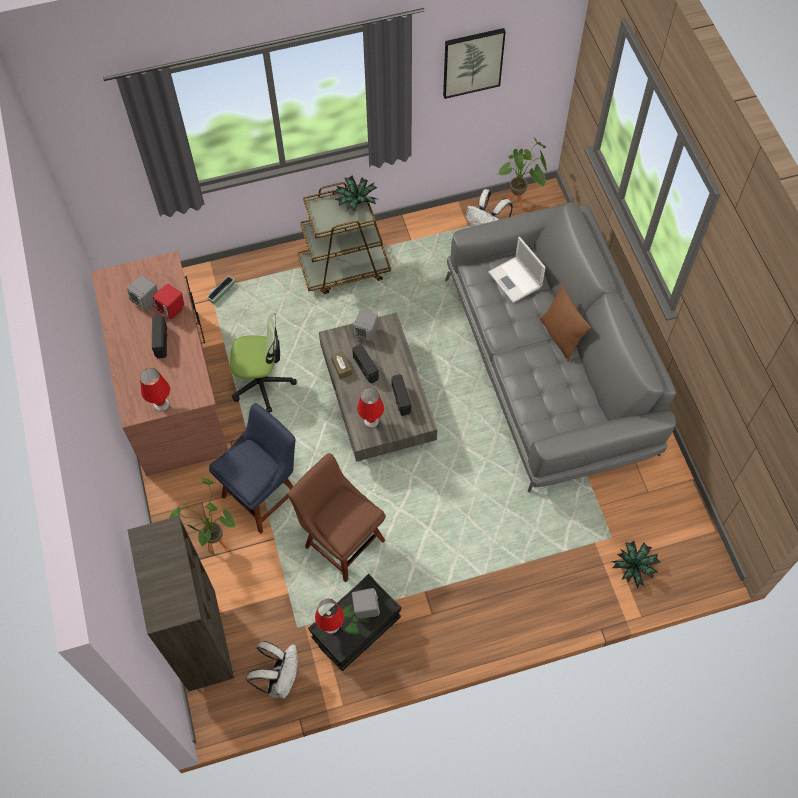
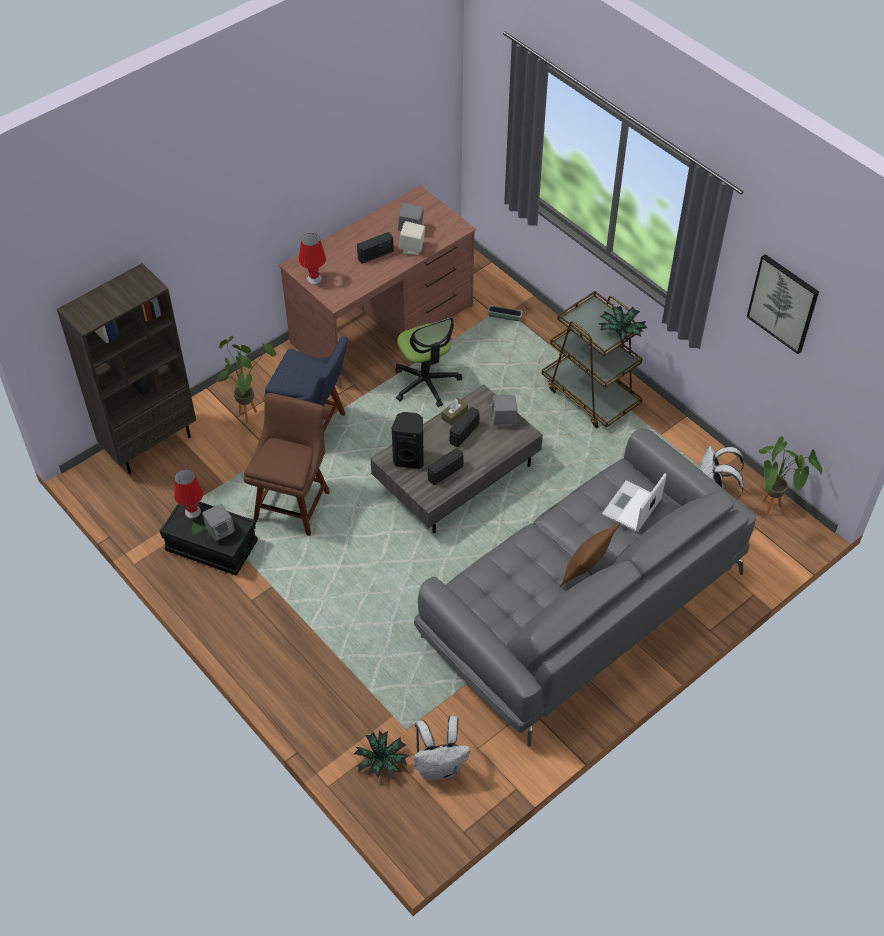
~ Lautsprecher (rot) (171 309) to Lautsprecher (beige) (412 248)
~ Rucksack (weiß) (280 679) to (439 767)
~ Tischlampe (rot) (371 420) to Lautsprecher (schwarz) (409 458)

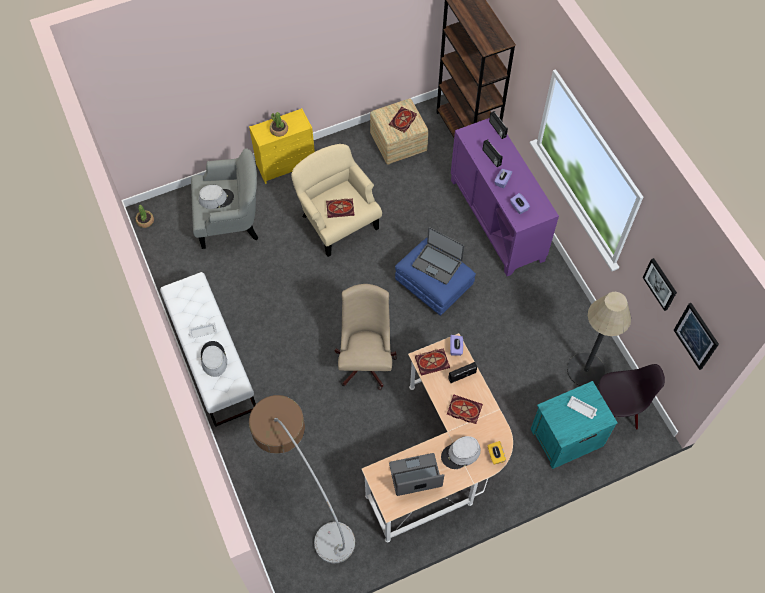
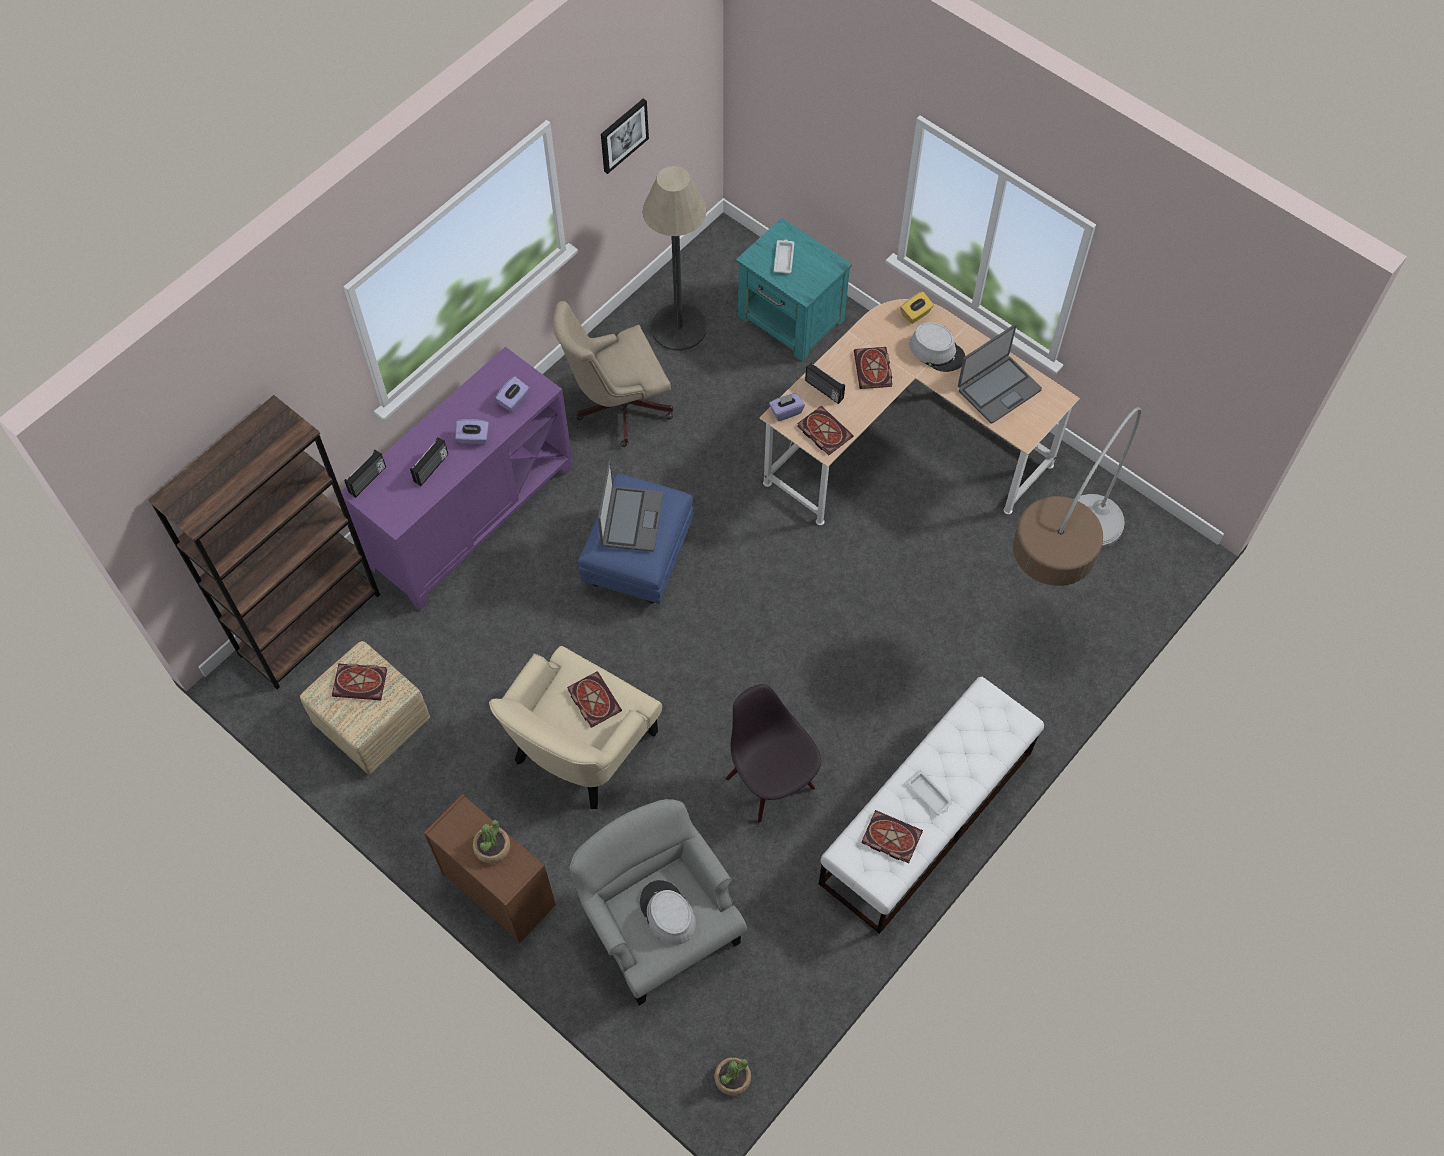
- Hut (grau) (213 359)
~ Kommode (gelb) (286 164) to Kommode (braun) (497 888)
~ Bürostuhl (beige) (366 359) to (617 407)
~ Laptop (415 476) = (998 389) 90 degrees counterclockwise
~ Stuhl (schwarz) (616 410) to (771 782)
- Bild (696 336)
+ Buch (889 838)

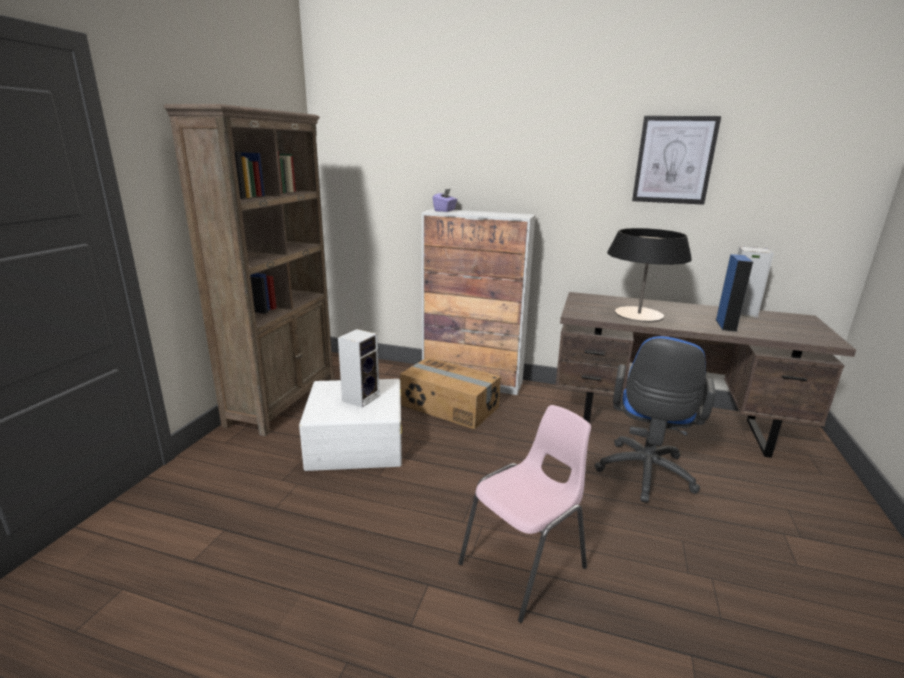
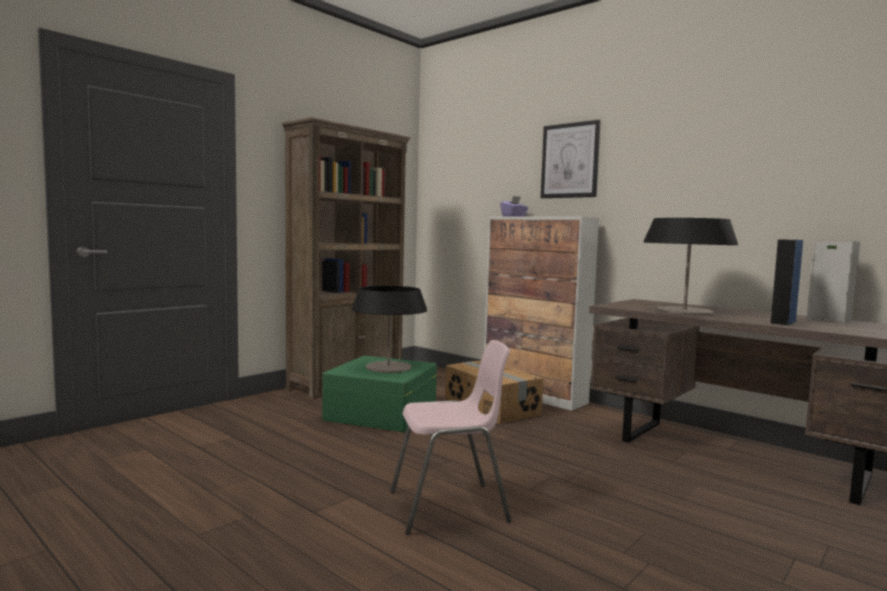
~ Aufbewahrungsbox (weiß) (356 442) to Aufbewahrungsbox (grün) (380 413)
~ Lautsprecher (361 397) to Tischlampe (388 367)
- Bürostuhl (blau) (644 475)
~ Bild (674 160) to (570 160)

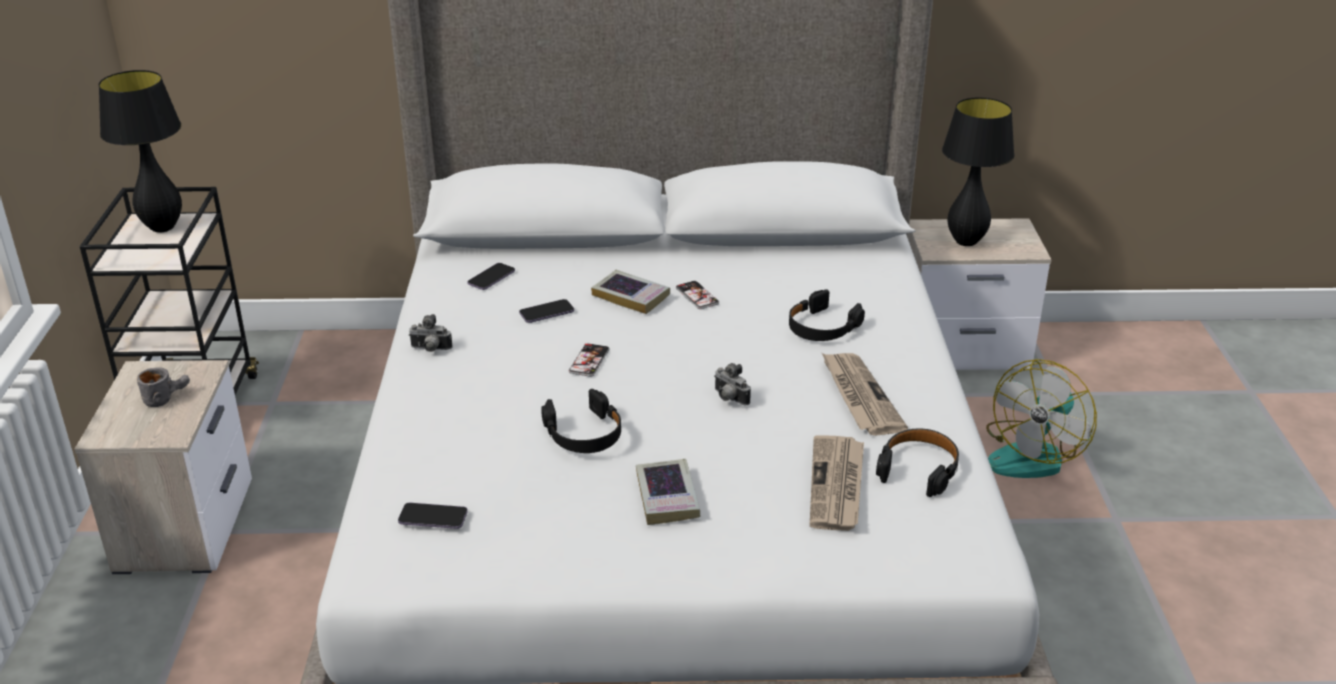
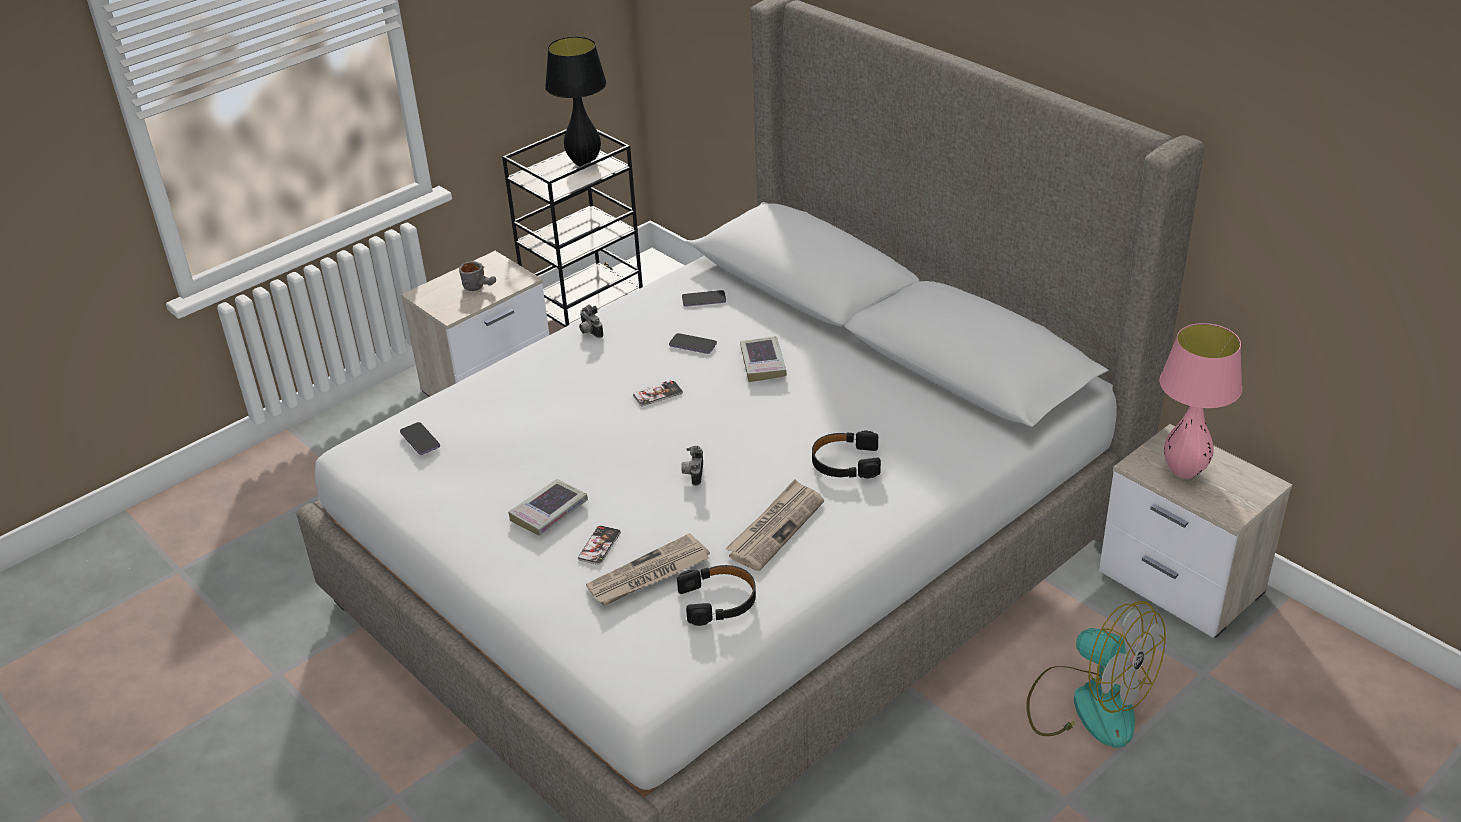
- Kopfhörer (schwarz) (584 433)
~ Handy (697 296) to (599 546)
~ Tischlampe (schwarz) (966 242) to Tischlampe (rosa) (1184 472)
~ Ventilator (1033 454) = (1088 704) 135 degrees counterclockwise

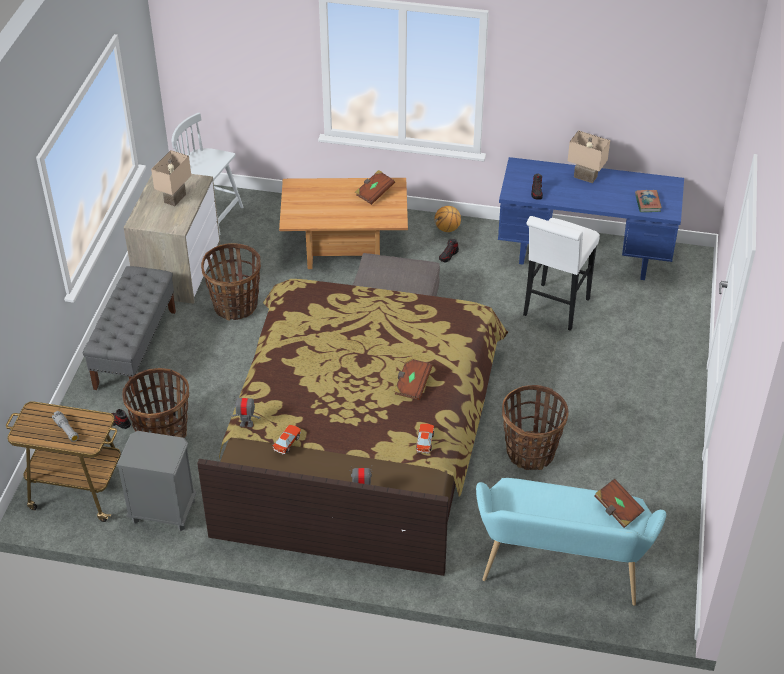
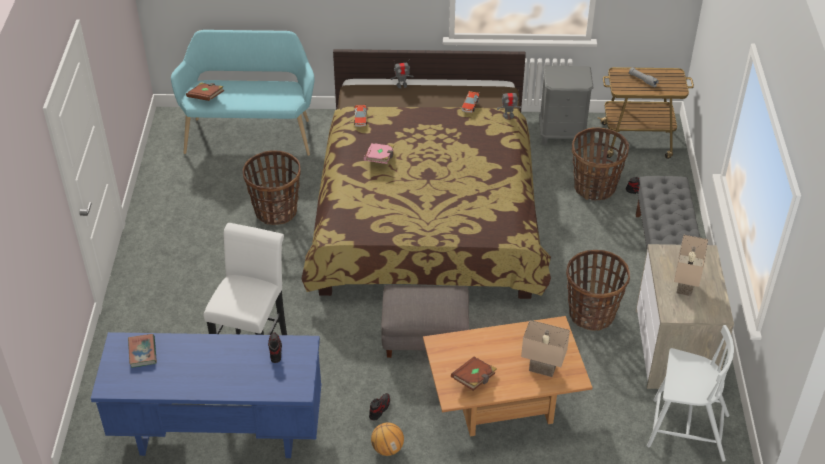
~ Buch (braun) (412 385) to Buch (rosa) (380 159)
~ Tischlampe (beige) (586 176) to (541 369)

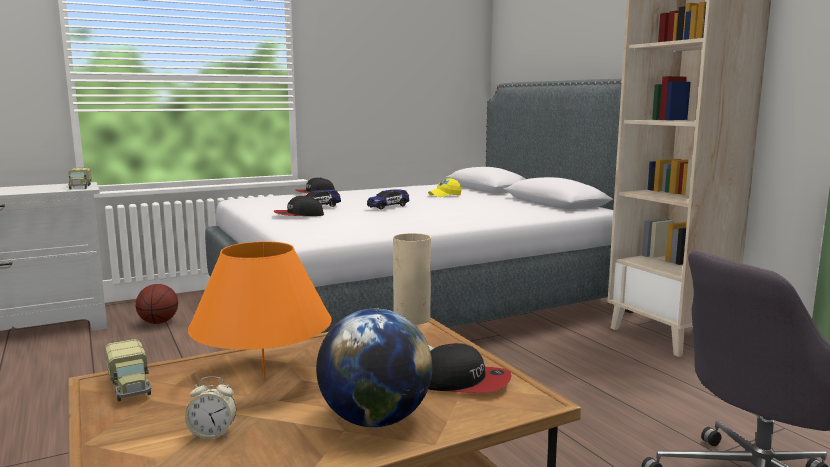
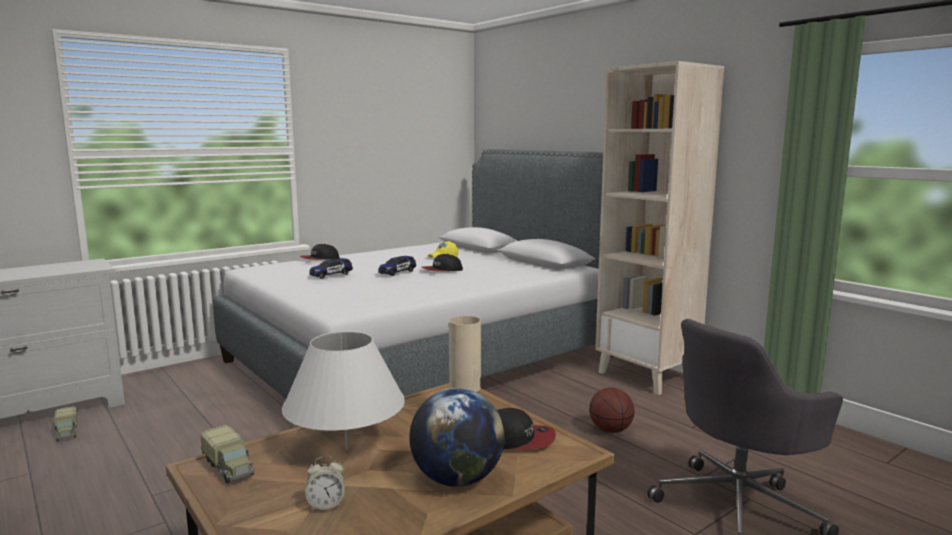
~ Spielzeuglaster (80 187) to (67 432)
~ Basketball (158 322) to (610 430)
~ Tischlampe (orange) (265 377) to Tischlampe (weiß) (347 449)
~ Kappe (298 215) to (442 270)

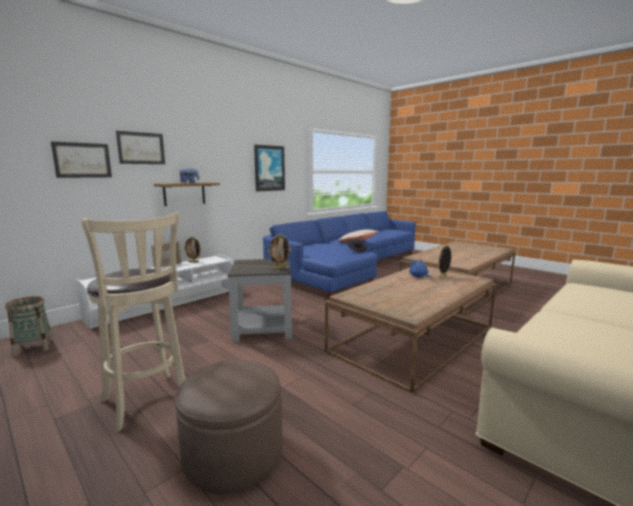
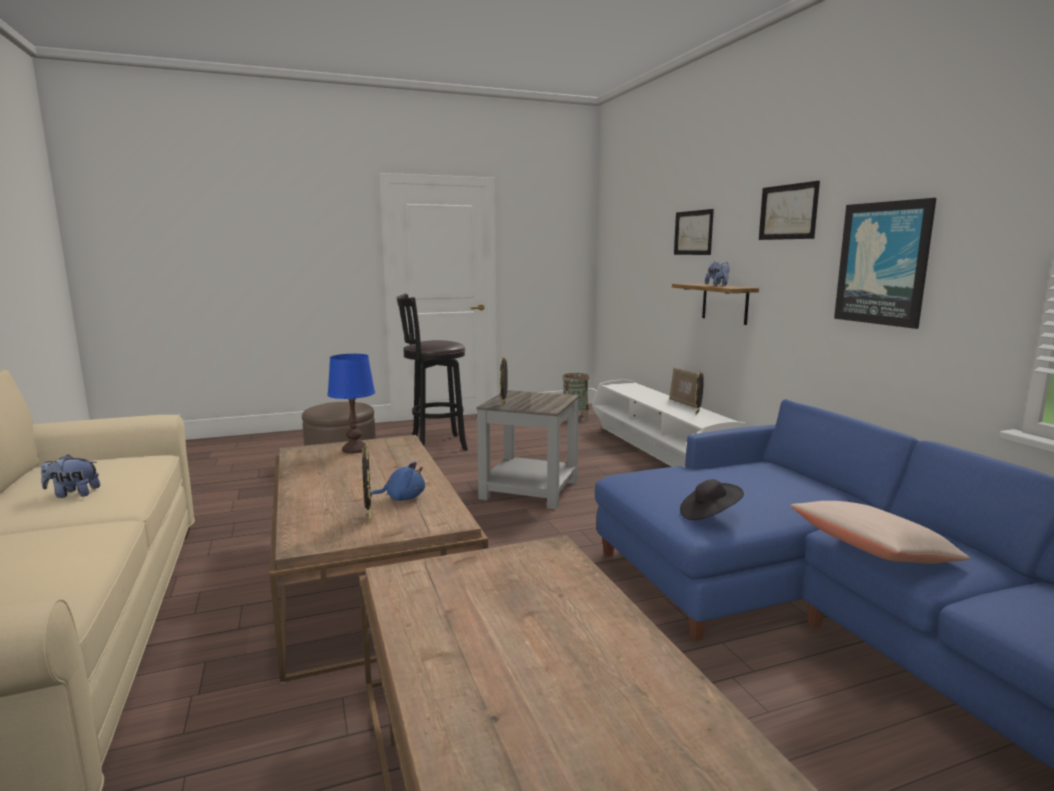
~ Bild (82 160) to (788 212)
~ Hocker (beige) (148 402) to Hocker (schwarz) (435 445)
+ Plüschtier (73 494)
+ Tischlampe (blau) (354 449)

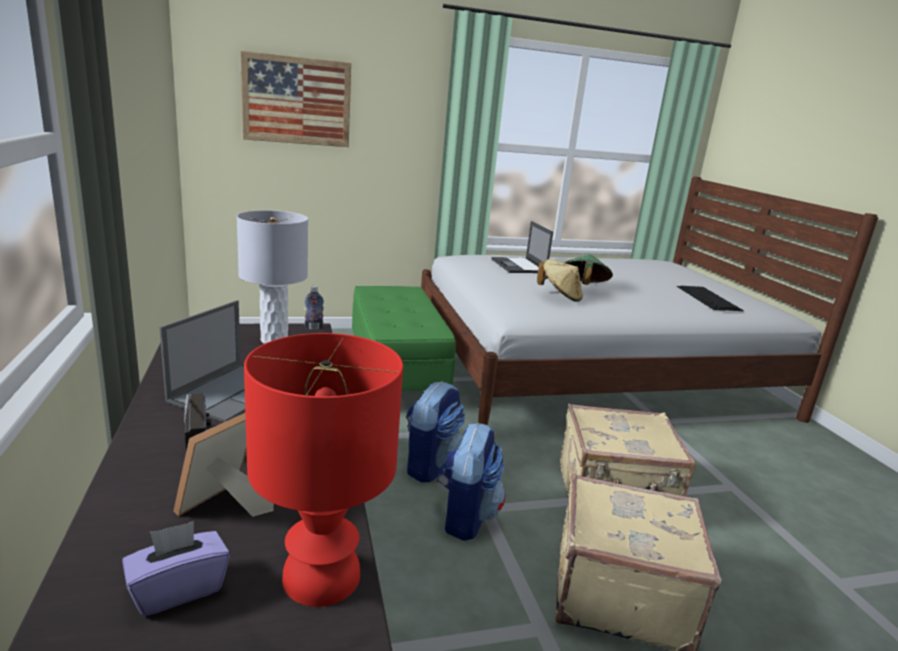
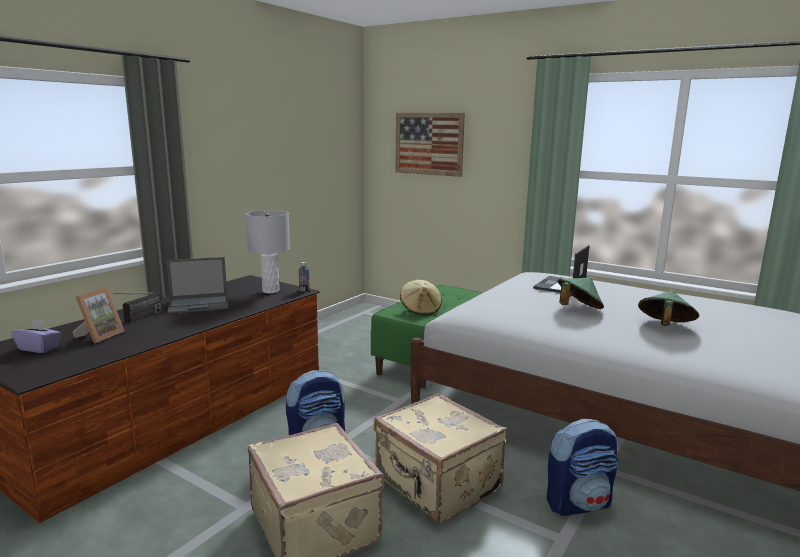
~ Bilderrahmen (224 507) = (99 336) 120 degrees clockwise
- Tischlampe (rot) (322 578)
~ Rucksack (431 465) to (578 503)
~ Hut (beige) (559 296) to (420 310)
- Tastatur (709 298)
+ Hut (grün) (664 326)

